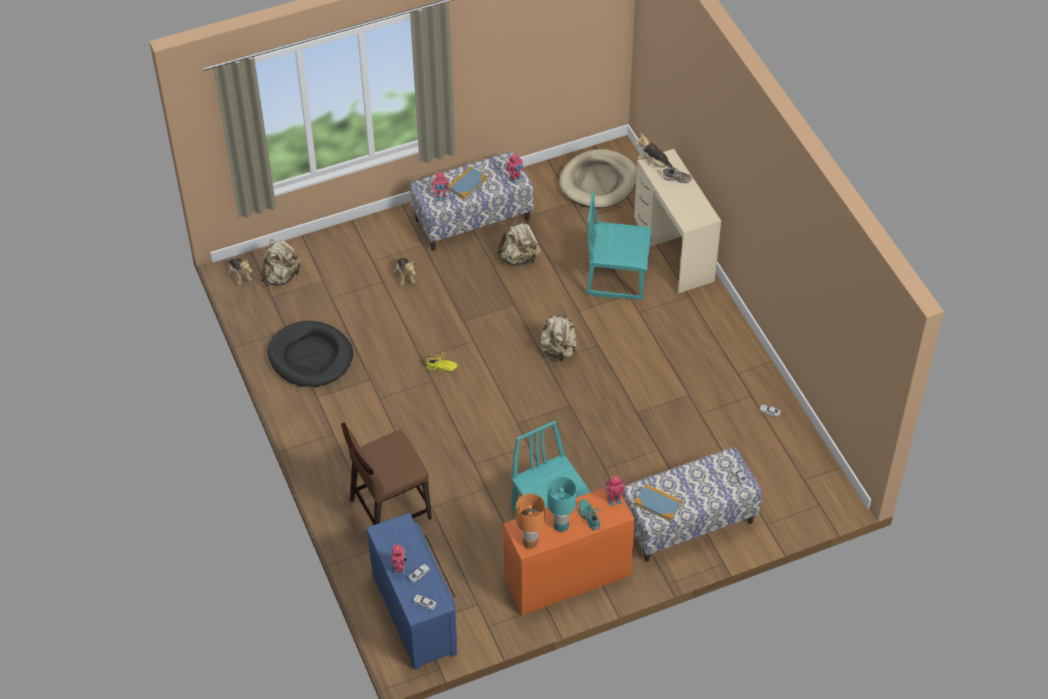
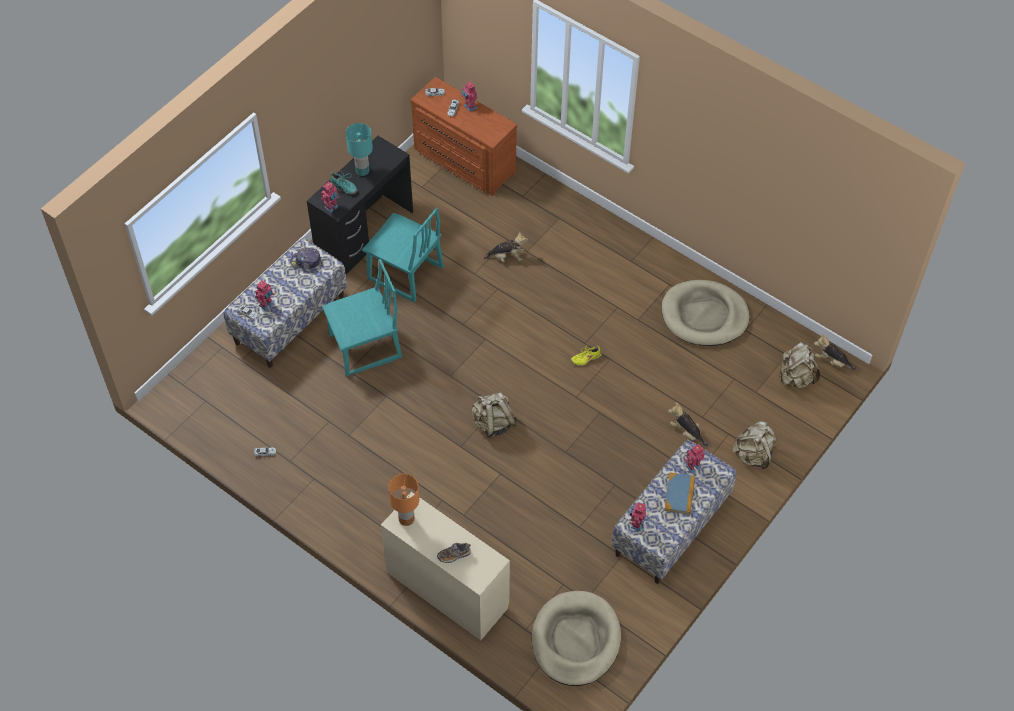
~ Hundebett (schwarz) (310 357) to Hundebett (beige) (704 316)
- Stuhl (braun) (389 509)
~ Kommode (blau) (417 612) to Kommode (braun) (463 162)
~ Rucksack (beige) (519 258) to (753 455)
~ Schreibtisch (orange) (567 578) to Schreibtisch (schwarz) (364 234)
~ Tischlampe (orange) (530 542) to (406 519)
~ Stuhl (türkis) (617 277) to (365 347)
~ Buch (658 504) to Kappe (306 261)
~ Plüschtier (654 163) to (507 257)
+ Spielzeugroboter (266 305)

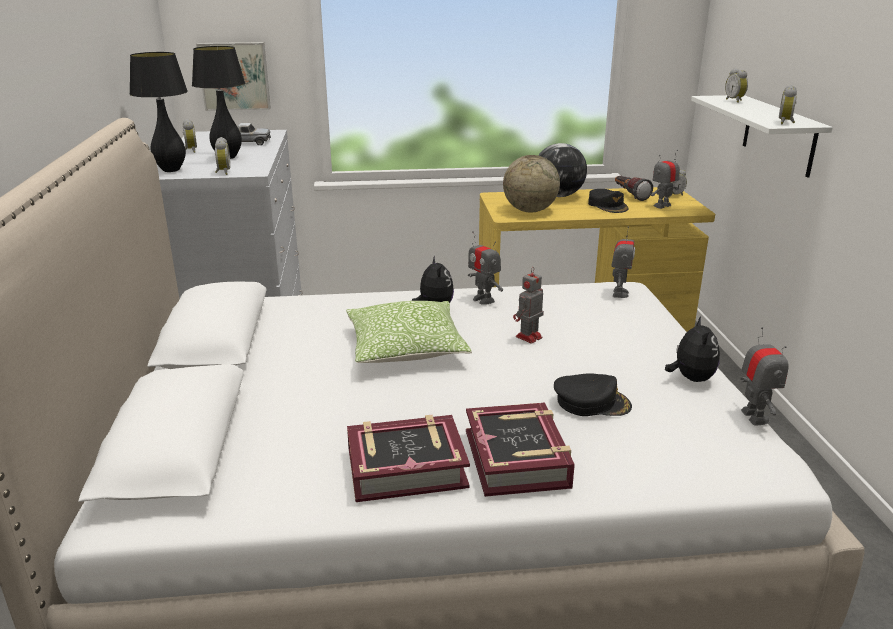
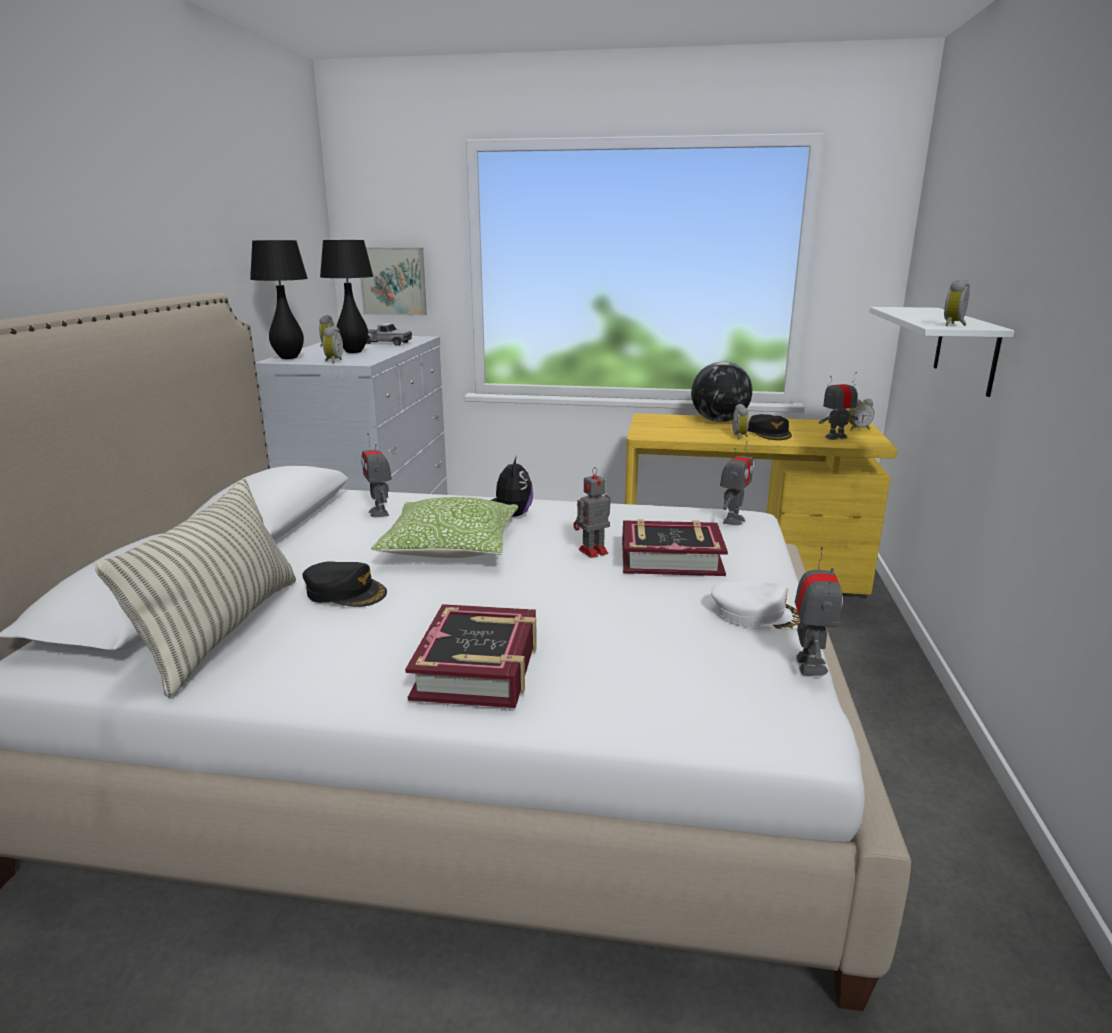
~ Buch (406 467) to (671 558)
~ Spielzeugroboter (483 300) to (379 513)
- Globus (529 210)
~ Kappe (schwarz) (591 402) to (345 592)
- Taschenlampe (629 195)
~ Plüschtier (690 378) to Kappe (weiß) (756 614)
~ Wecker (735 101) to (740 437)
+ Kissen (224 630)

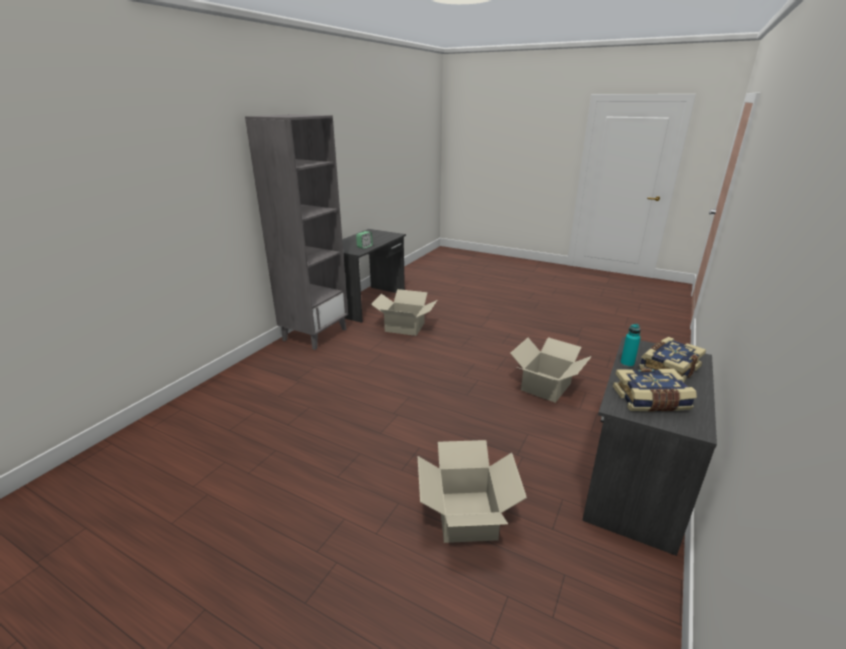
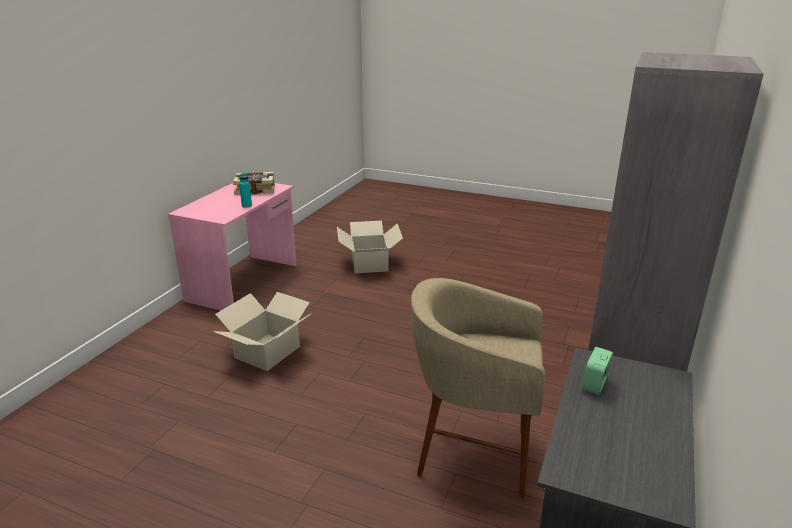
~ Karton (404 327) to Hocker (beige) (472 456)
~ Schreibtisch (grau) (634 482) to Schreibtisch (rosa) (244 282)
- Buch (668 368)

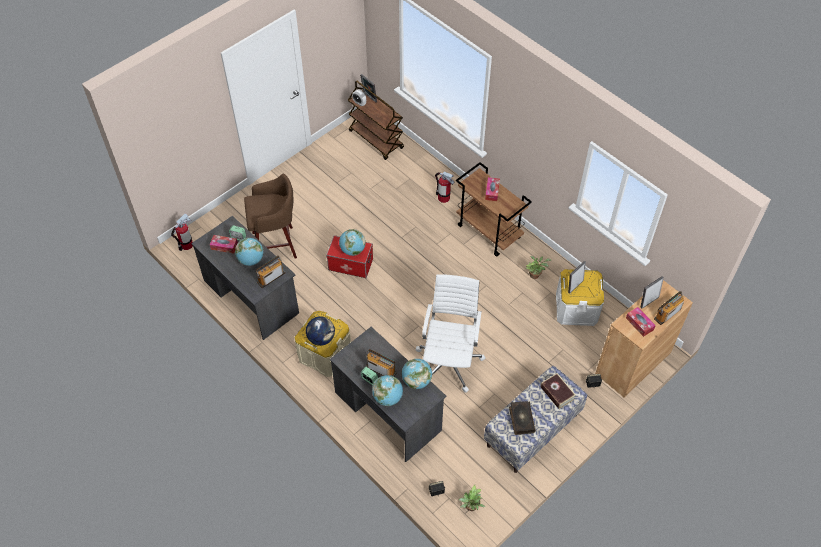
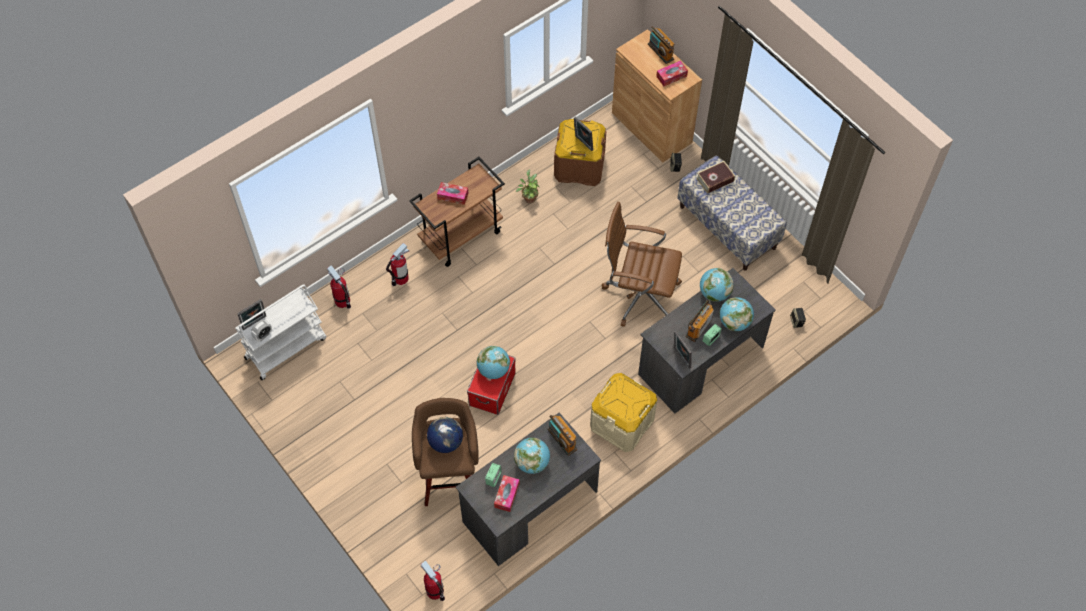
~ Globus (321 338) to (446 442)
~ Rollwagen (braun) (376 140) to Rollwagen (weiß) (286 347)
~ Bürostuhl (weiß) (449 361) to Bürostuhl (braun) (639 294)
- Topfpflanze (471 507)
- Buch (521 420)
~ Aufbewahrungsbox (weiß) (576 308) to Aufbewahrungsbox (braun) (579 166)
~ Bilderrahmen (648 301) to (681 358)
+ Feuerlöscher (342 301)

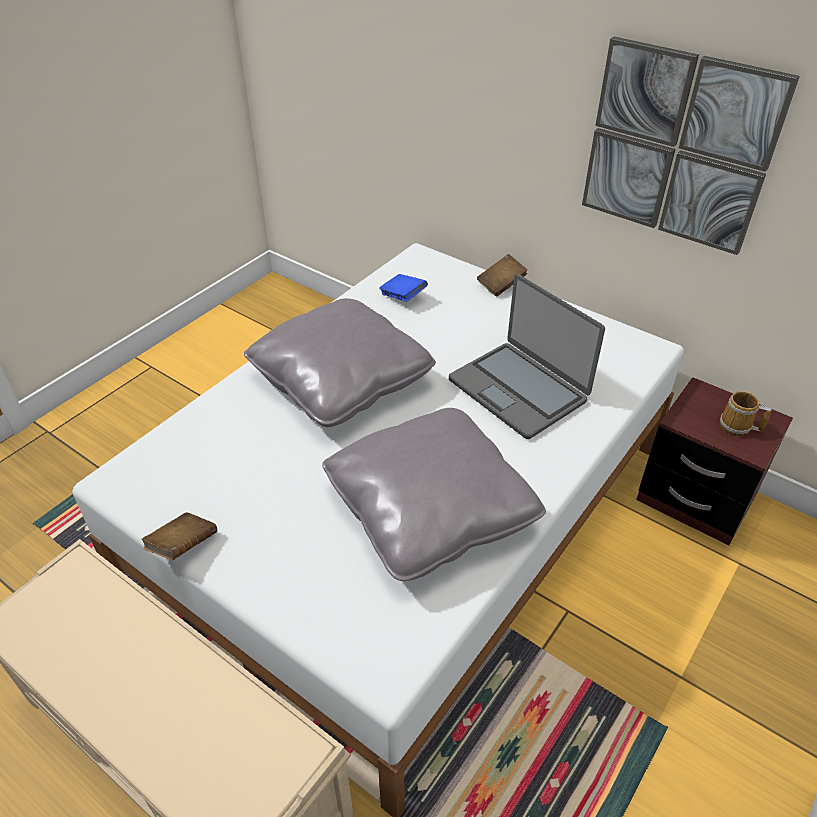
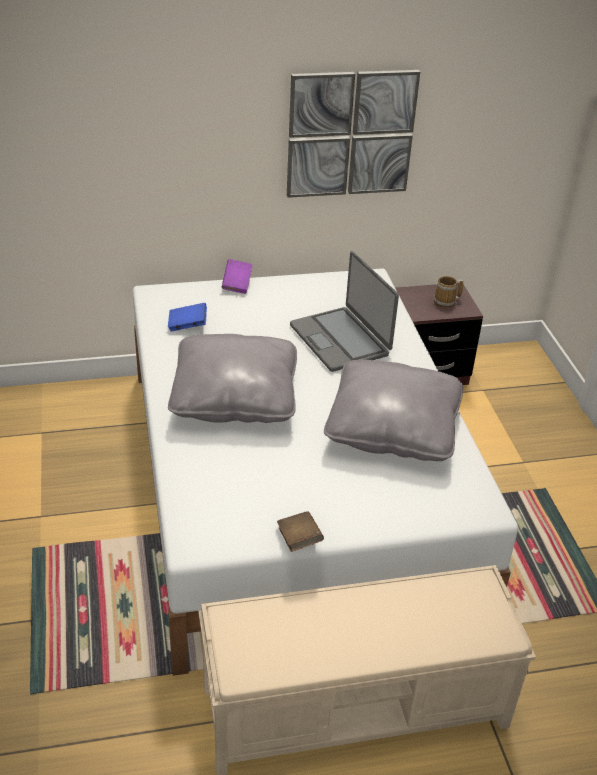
~ Laptop (518 389) = (340 340) 60 degrees clockwise
~ Buch (braun) (501 285) to Buch (lila) (237 284)

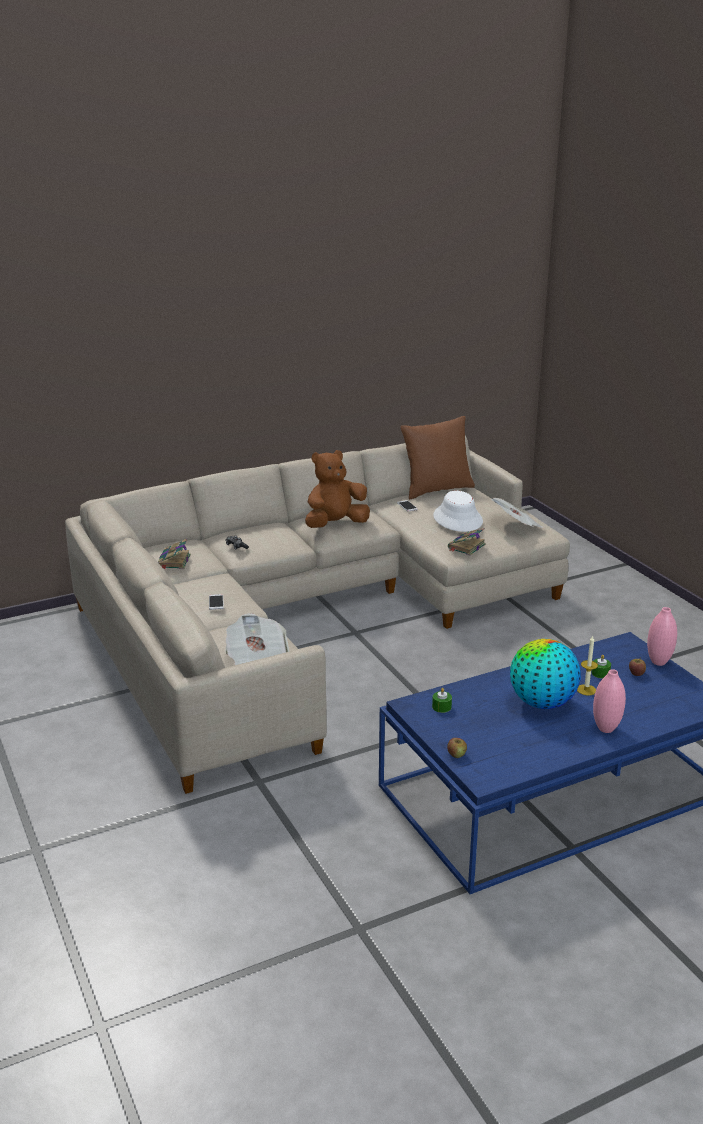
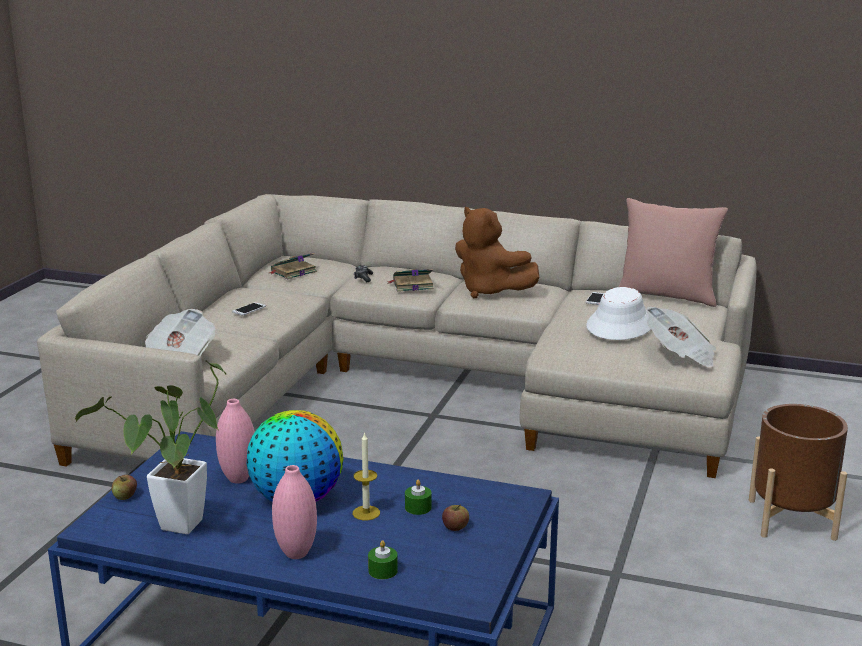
~ Plüschtier (braun) (335 524) = (490 291) 150 degrees counterclockwise
~ Kissen (braun) (436 490) to Kissen (rosa) (667 296)
~ Kerze (grün) (441 707) to (383 571)
~ Buch (466 547) to (411 285)
~ Vase (rosa) (658 662) to (238 479)
+ Topfpflanze (176 530)
+ Pflanzkübel (braun) (791 519)

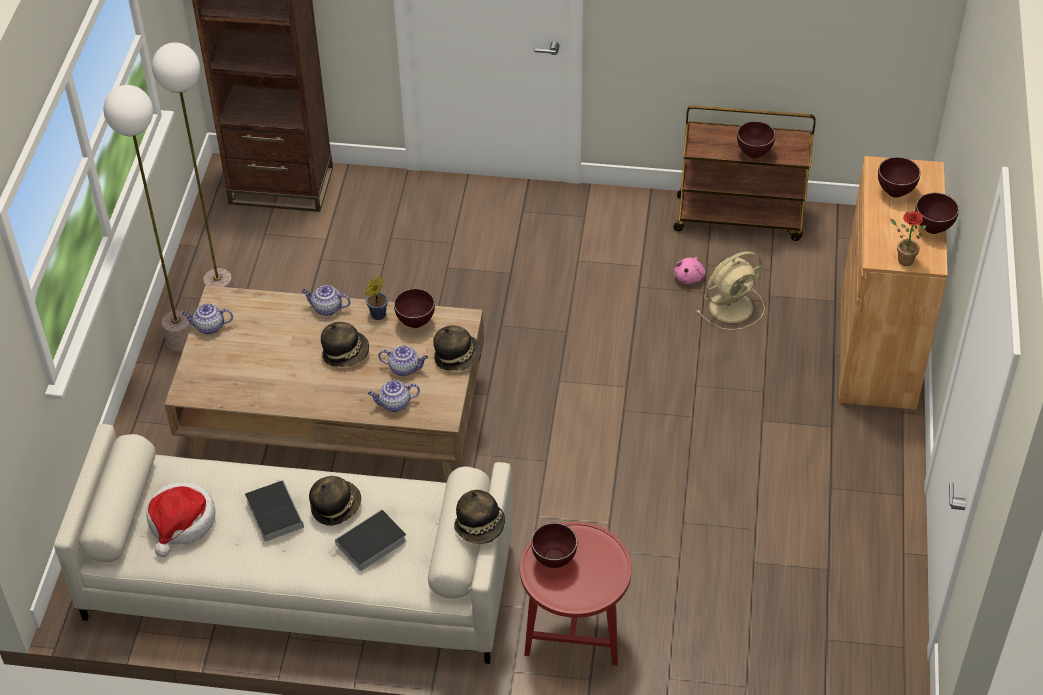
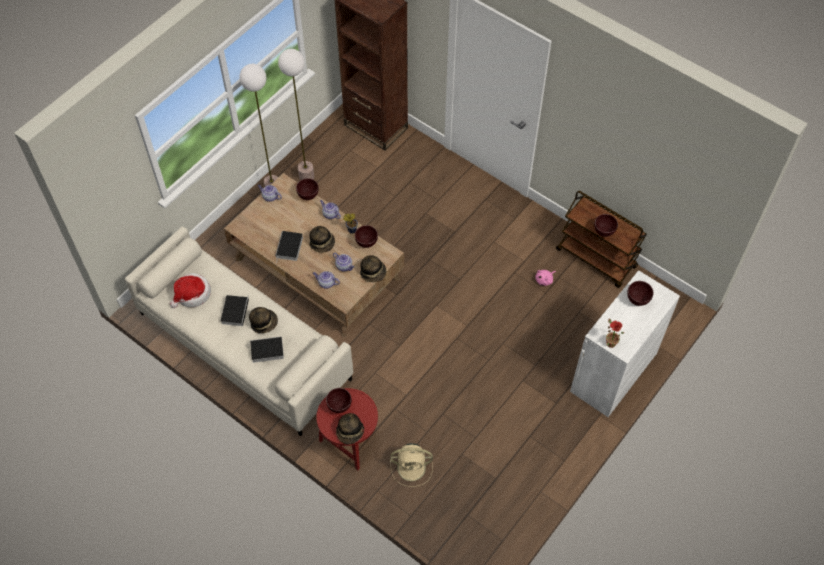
~ Hut (481 527) to (350 432)
~ Ventilator (beige) (732 306) to (412 467)
~ Schrank (braun) (877 349) to Schrank (weiß) (613 372)
~ Schüssel (braun) (933 230) to (308 197)
+ Buch (289 248)

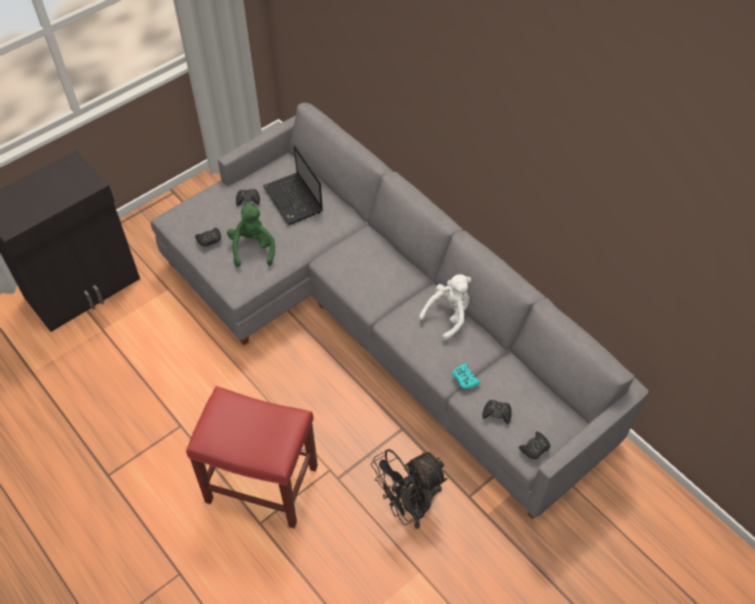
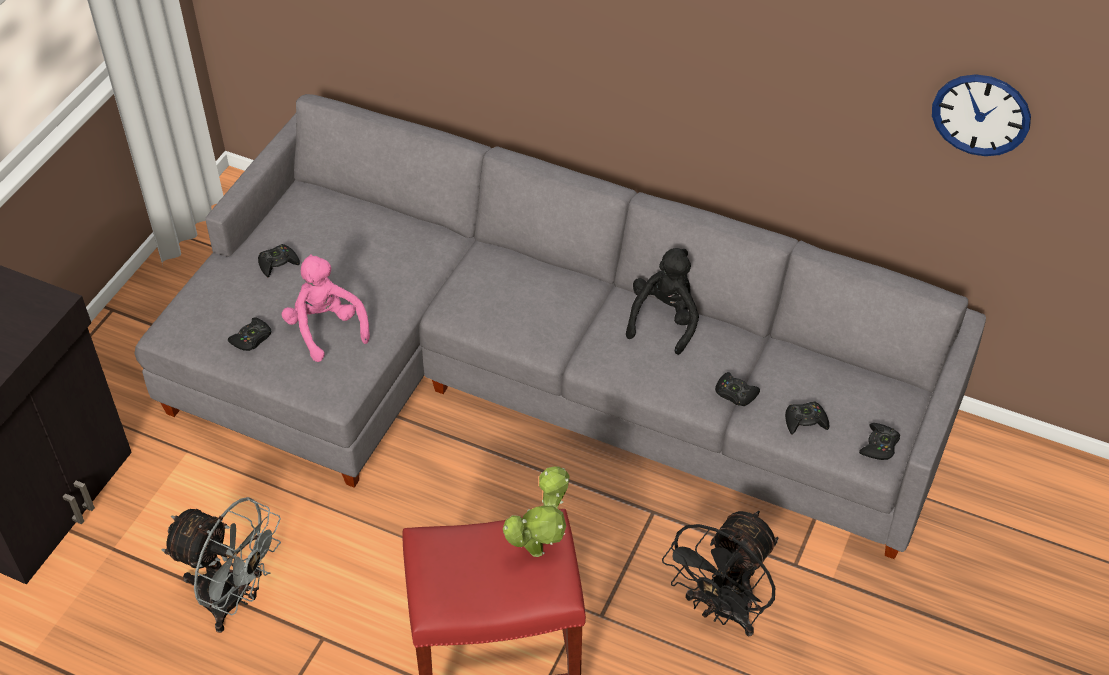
~ Plüschtier (grün) (253 248) to Plüschtier (rosa) (326 328)
- Laptop (294 200)
~ Plüschtier (weiß) (448 315) to Plüschtier (schwarz) (664 320)
~ Gamepad (türkis) (465 378) to Gamepad (schwarz) (735 393)
+ Ventilator (grau) (234 599)
+ Topfpflanze (539 547)
+ Wanduhr (981 115)

